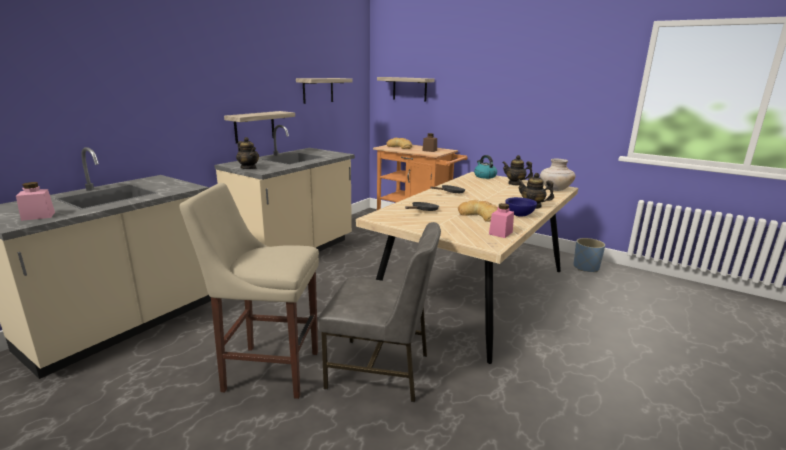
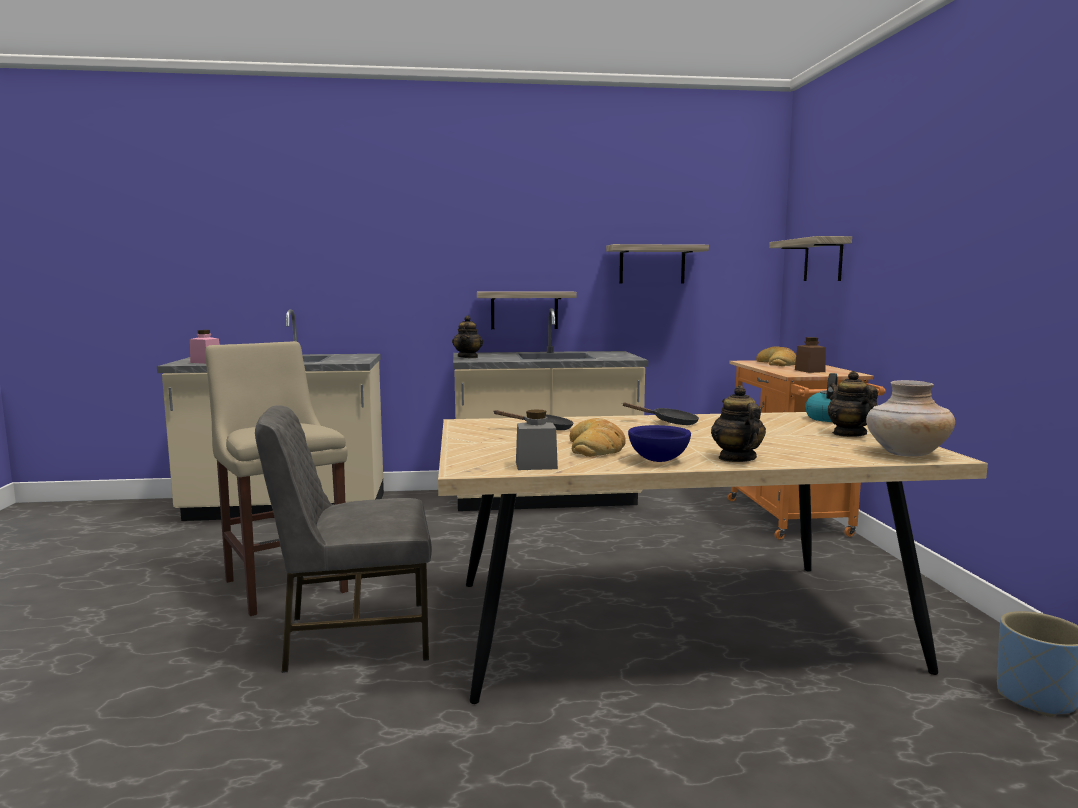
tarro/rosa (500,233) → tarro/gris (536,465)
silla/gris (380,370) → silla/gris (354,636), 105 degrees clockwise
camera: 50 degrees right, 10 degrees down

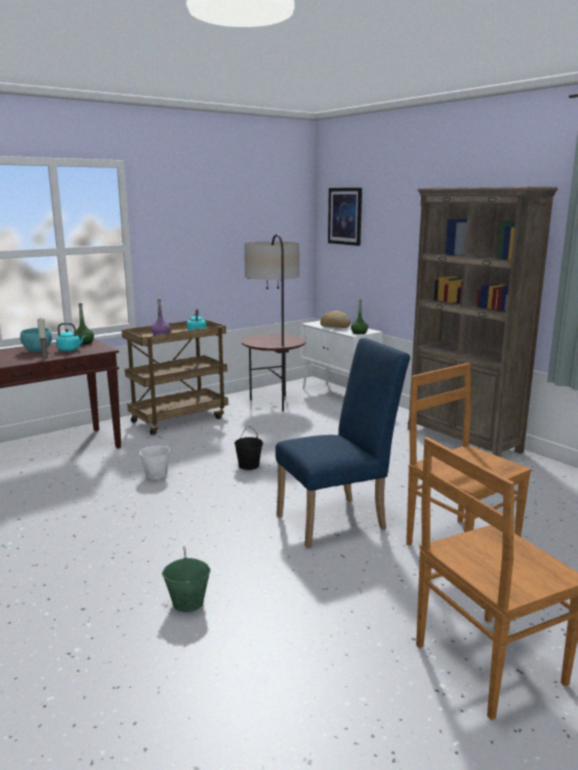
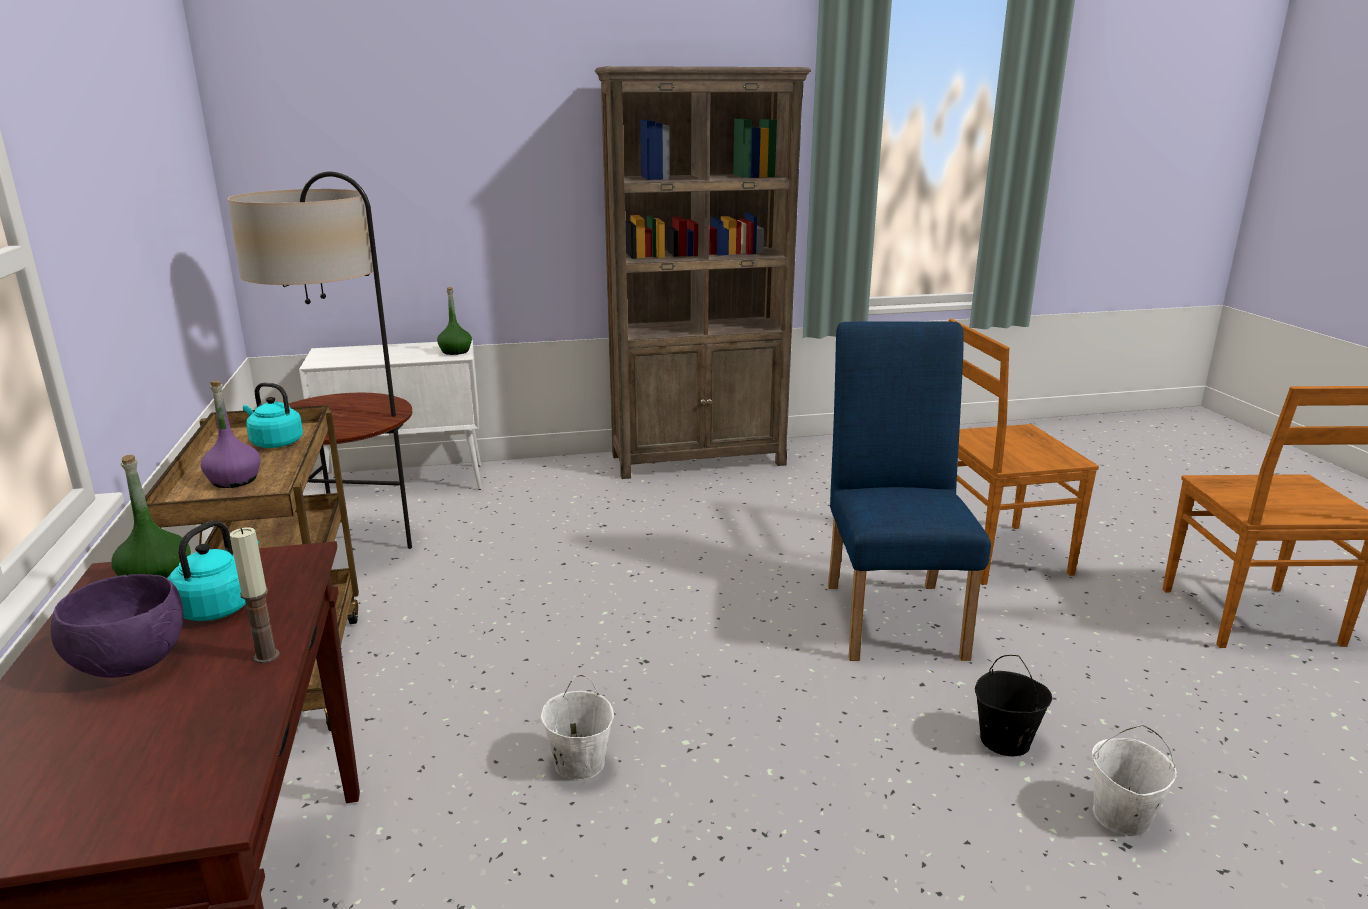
pan (335,327) → -
cuadro (345,216) → -
cubo/negro (248,465) → cubo/negro (1004,741), relocated
cuenco/turquesa (37,350) → cuenco/morado (129,664)
cubo/verde (187,603) → cubo/blanco (1121,817)
camera: 65 degrees left, 5 degrees up

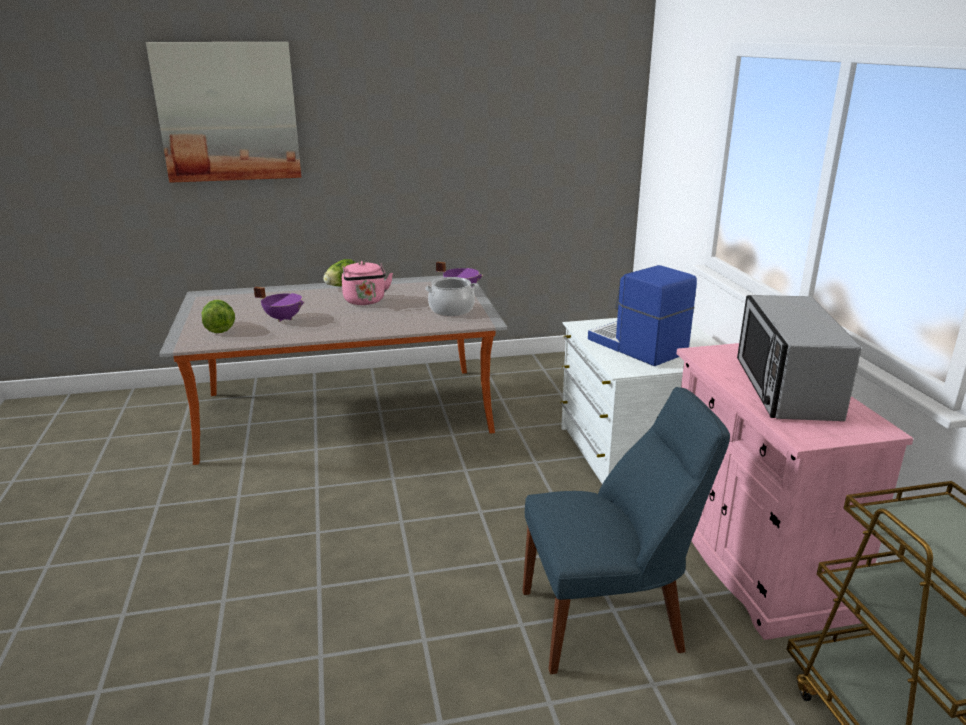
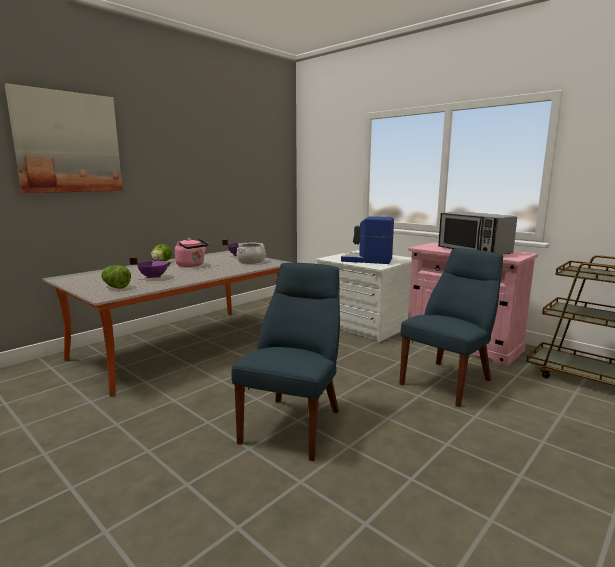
- → silla/azul (294,423)
camera: 35 degrees left, 10 degrees down

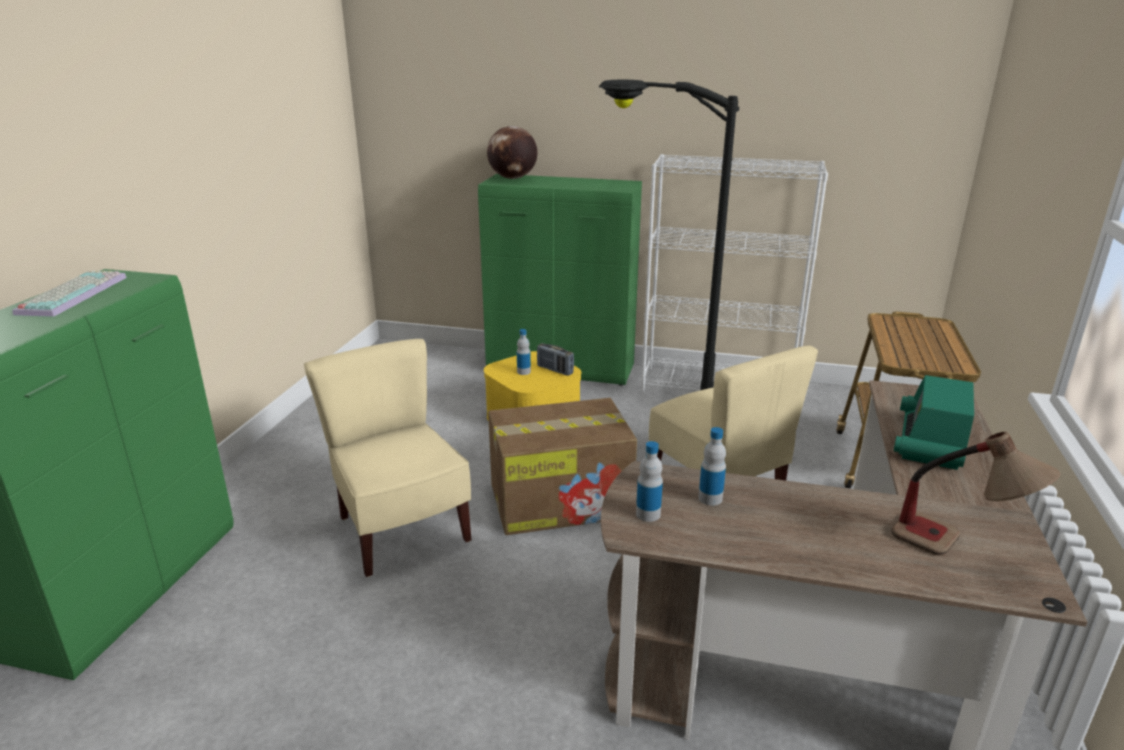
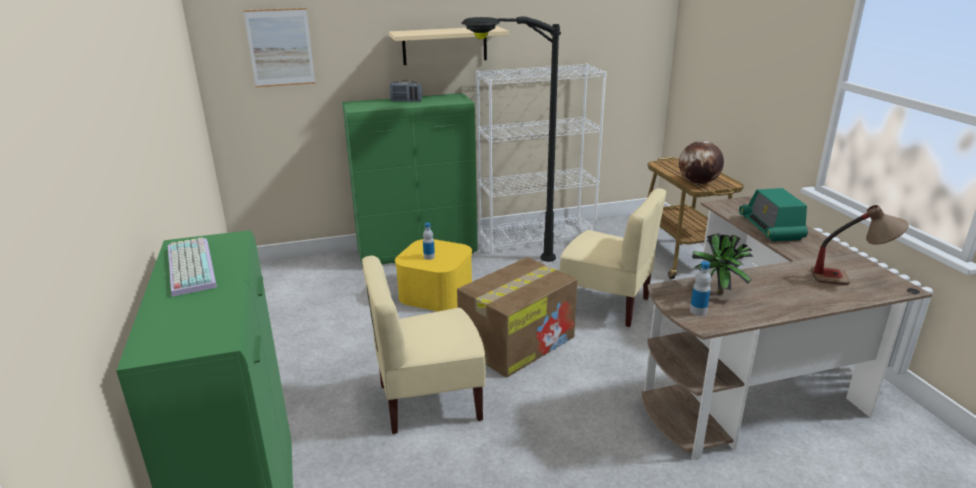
- → cuadro (280,47)
- → estante/beis (445,45)
globo terráqueo (512,178) → globo terráqueo (698,183), relocated
radio (555,370) → radio (406,101), relocated
botella (710,498) → planta en maceta (715,292)
silla/beis (401,530) → silla/beis (428,401), 45 degrees counterclockwise
camera: 30 degrees left, 0 degrees up

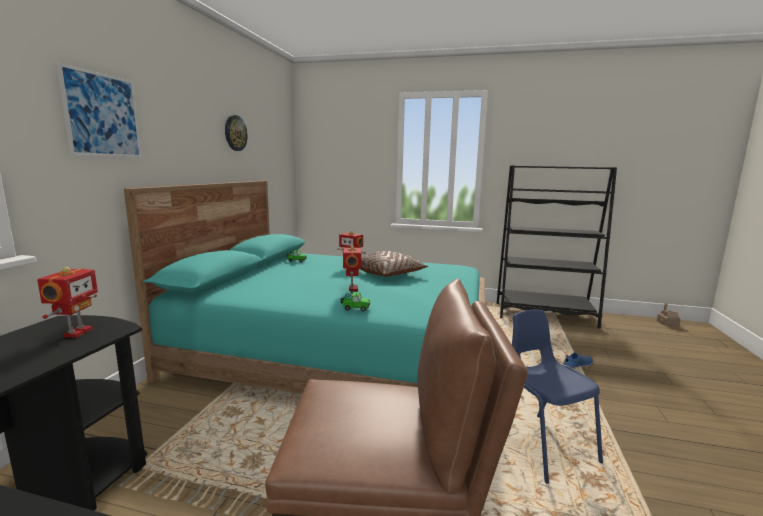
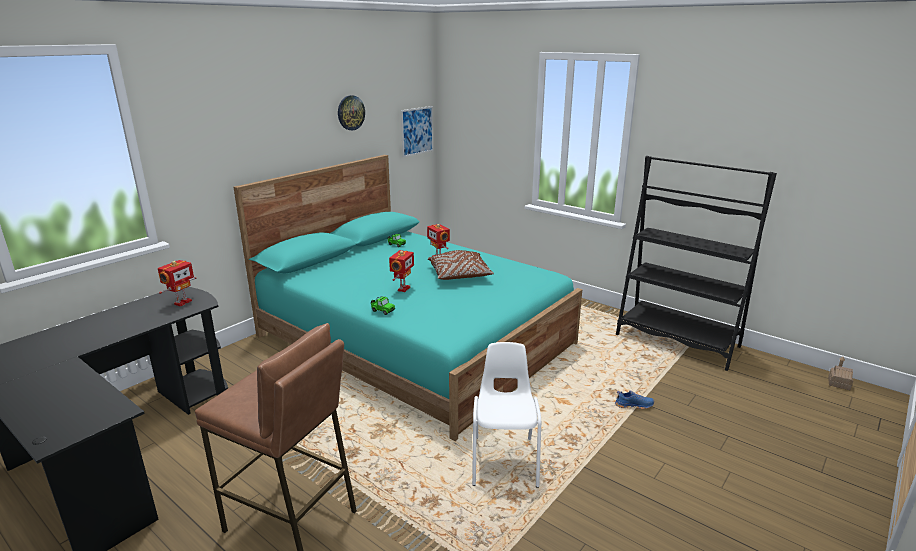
cuadro (103,115) → cuadro (417,131), relocated
silla/azul (542,444) → silla/blanco (504,460)
camera: 25 degrees right, 10 degrees up

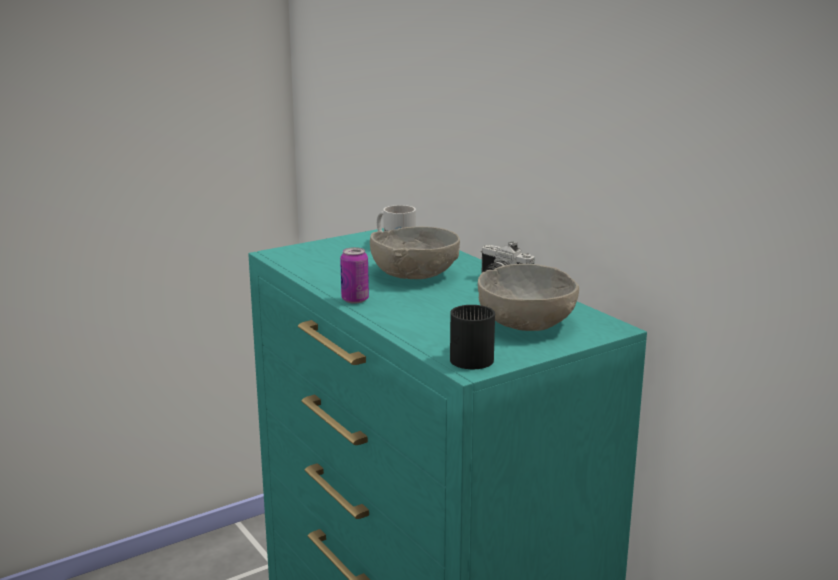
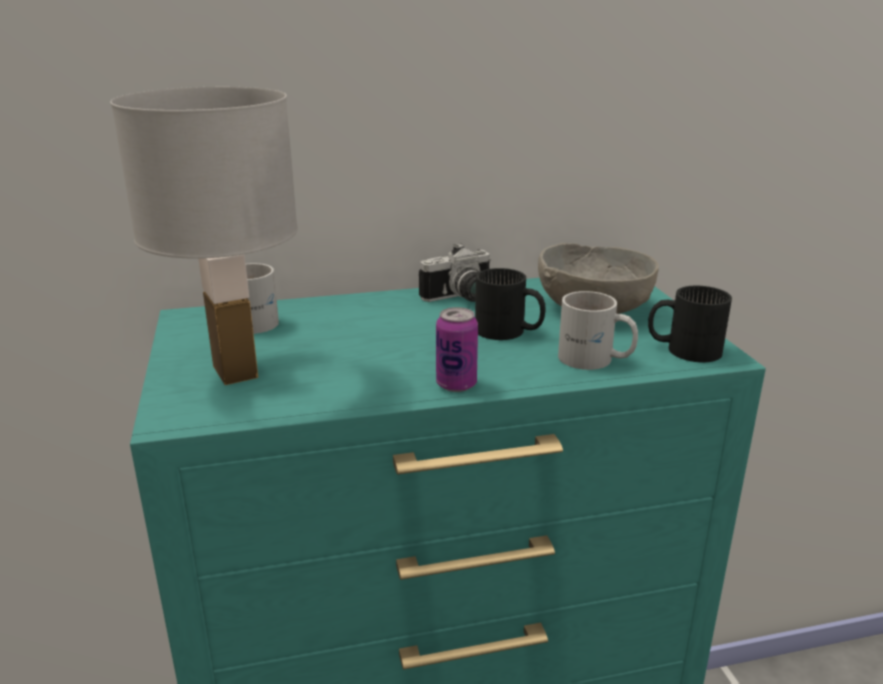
cuenco/gris (414,274) → -
- → lámpara de mesa/blanco (237,372)
- → taza grande/negro (508,332)
- → taza grande/blanco (594,360)
camera: 70 degrees left, 5 degrees up

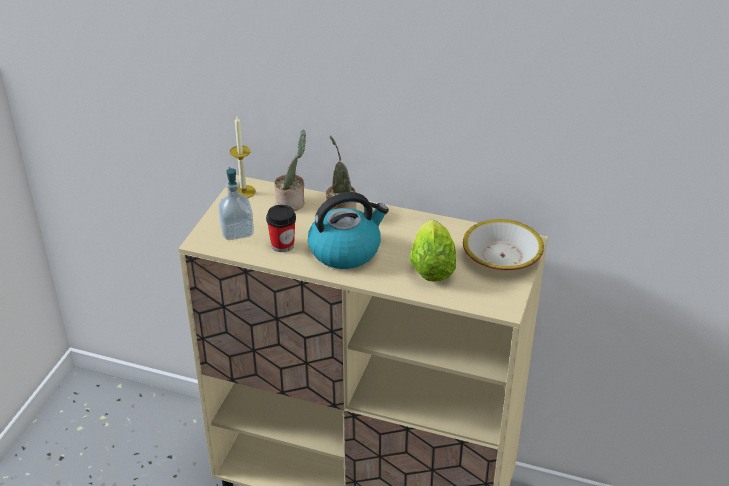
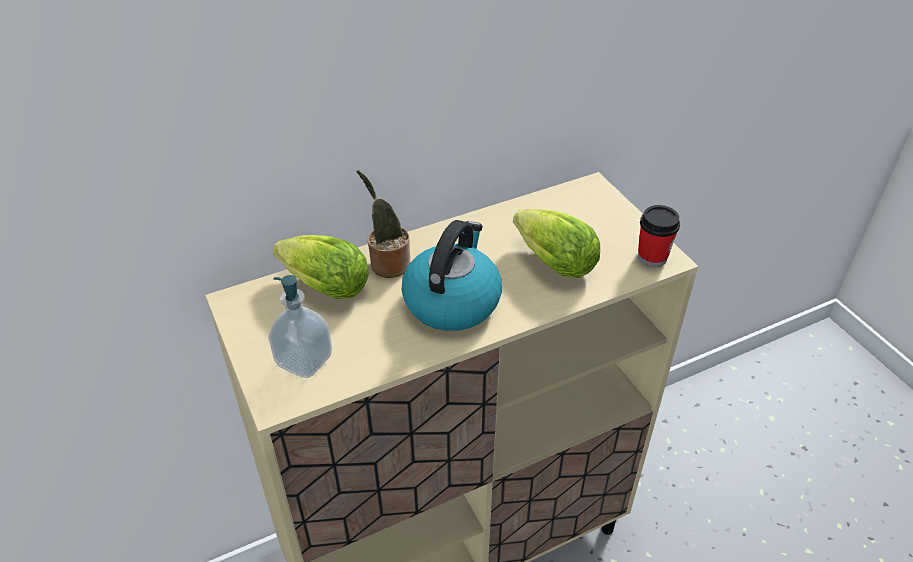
vela (243,192) → -
cuenco (502,256) → -
taza (282,245) → taza (652,257), relocated
planta en maceta (292,202) → lechuga (321,286)
camera: 45 degrees left, 5 degrees up

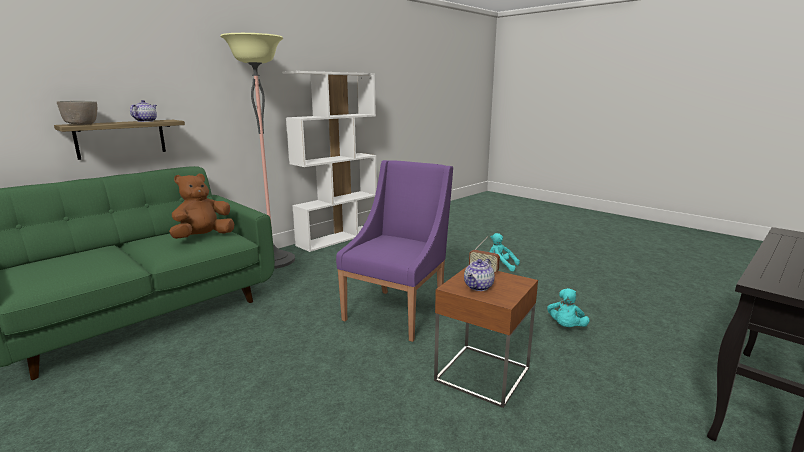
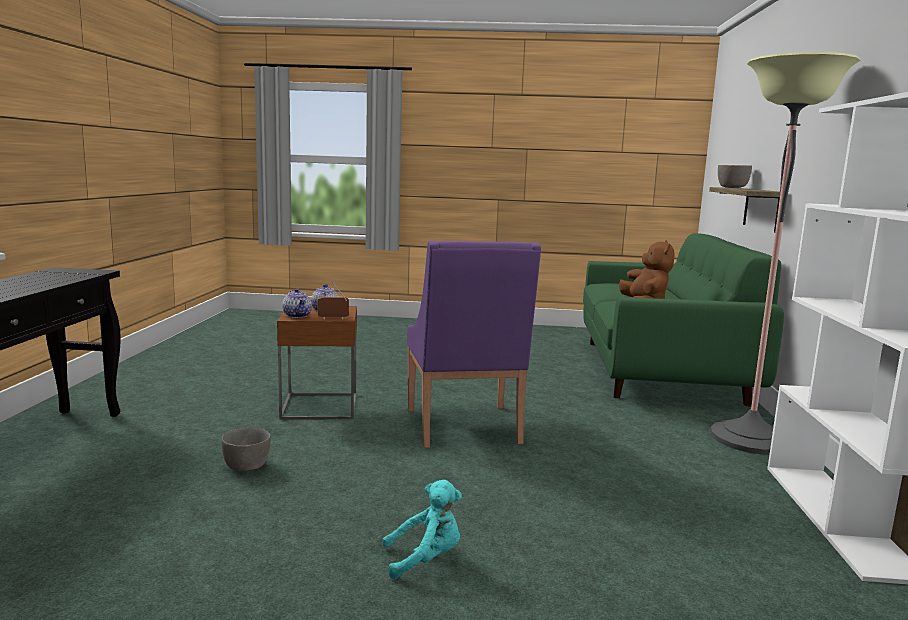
tetera (145,121) → tetera (297,316), relocated
peluche/turquesa (565,327) → cuenco/gris (247,466)
camera: 140 degrees right, 5 degrees down

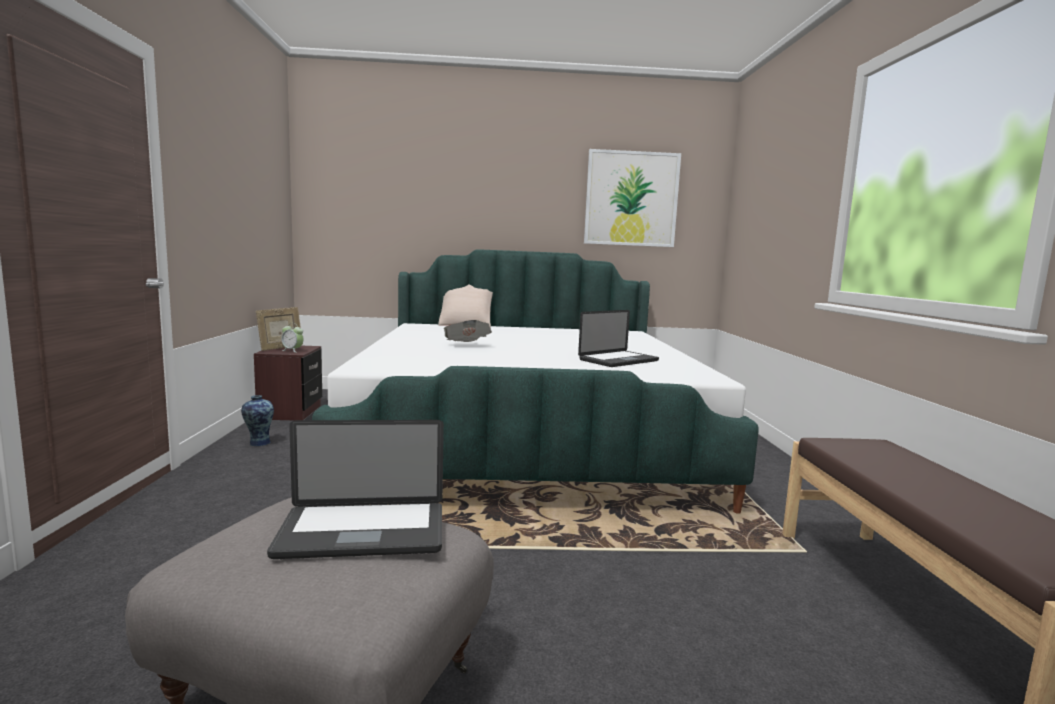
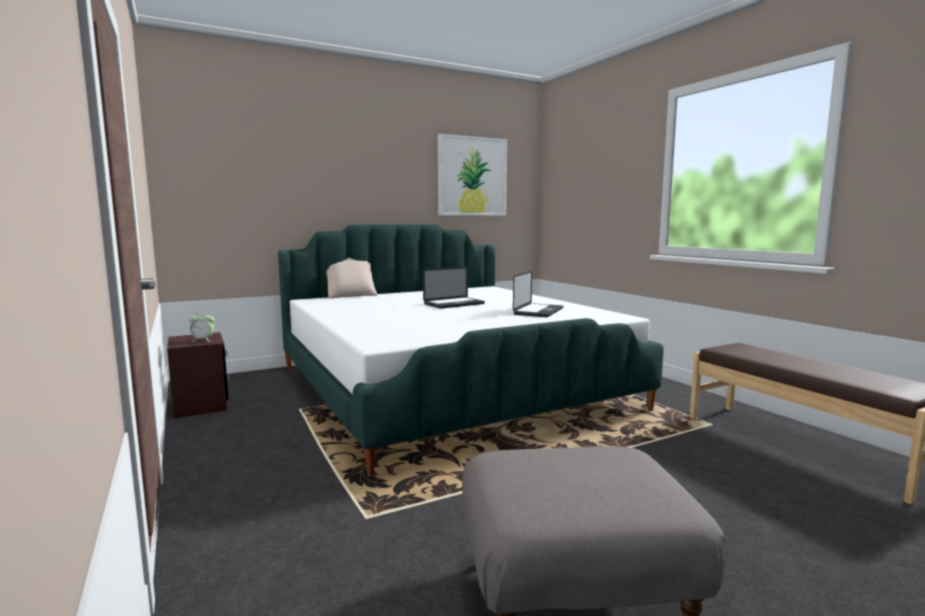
florero (259,443) → -
portarretratos (280,348) → -
periódico (467,345) → -
portátil (363,532) → portátil (454,304), relocated
camera: 25 degrees left, 0 degrees up

